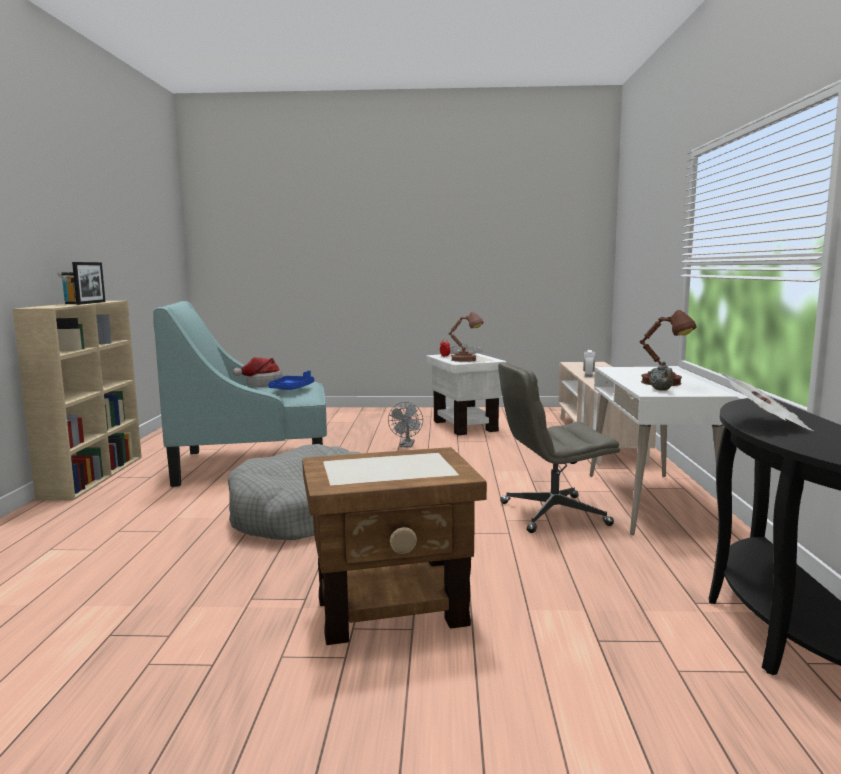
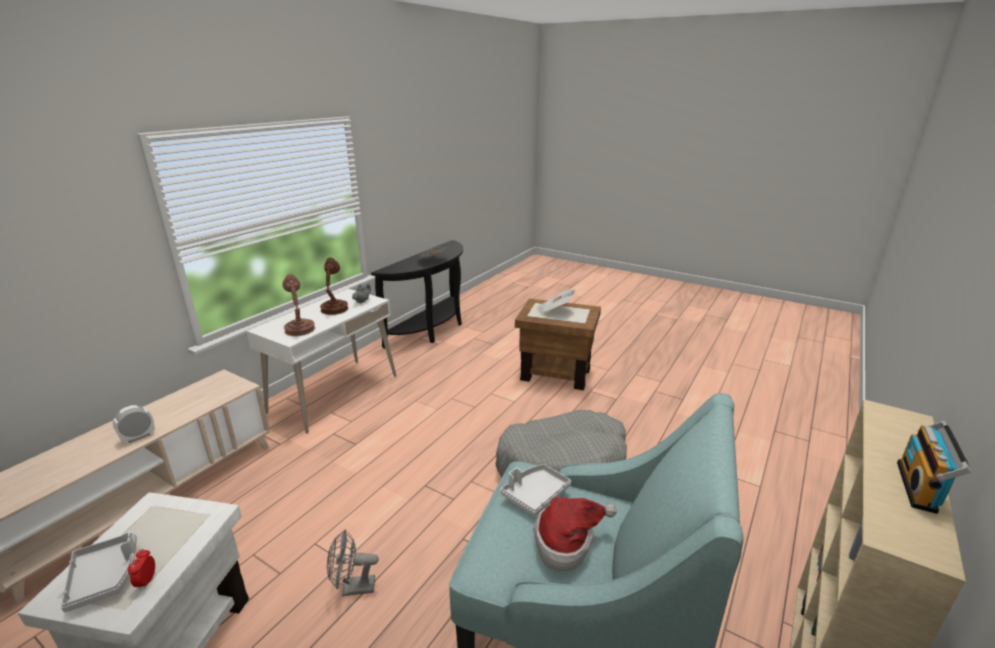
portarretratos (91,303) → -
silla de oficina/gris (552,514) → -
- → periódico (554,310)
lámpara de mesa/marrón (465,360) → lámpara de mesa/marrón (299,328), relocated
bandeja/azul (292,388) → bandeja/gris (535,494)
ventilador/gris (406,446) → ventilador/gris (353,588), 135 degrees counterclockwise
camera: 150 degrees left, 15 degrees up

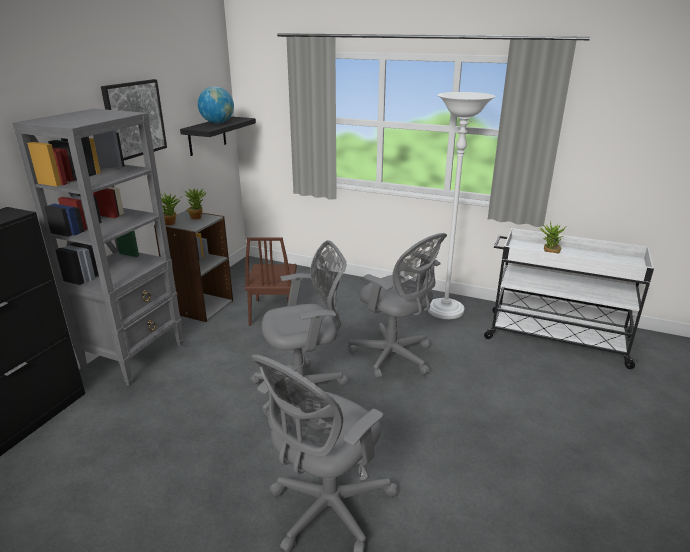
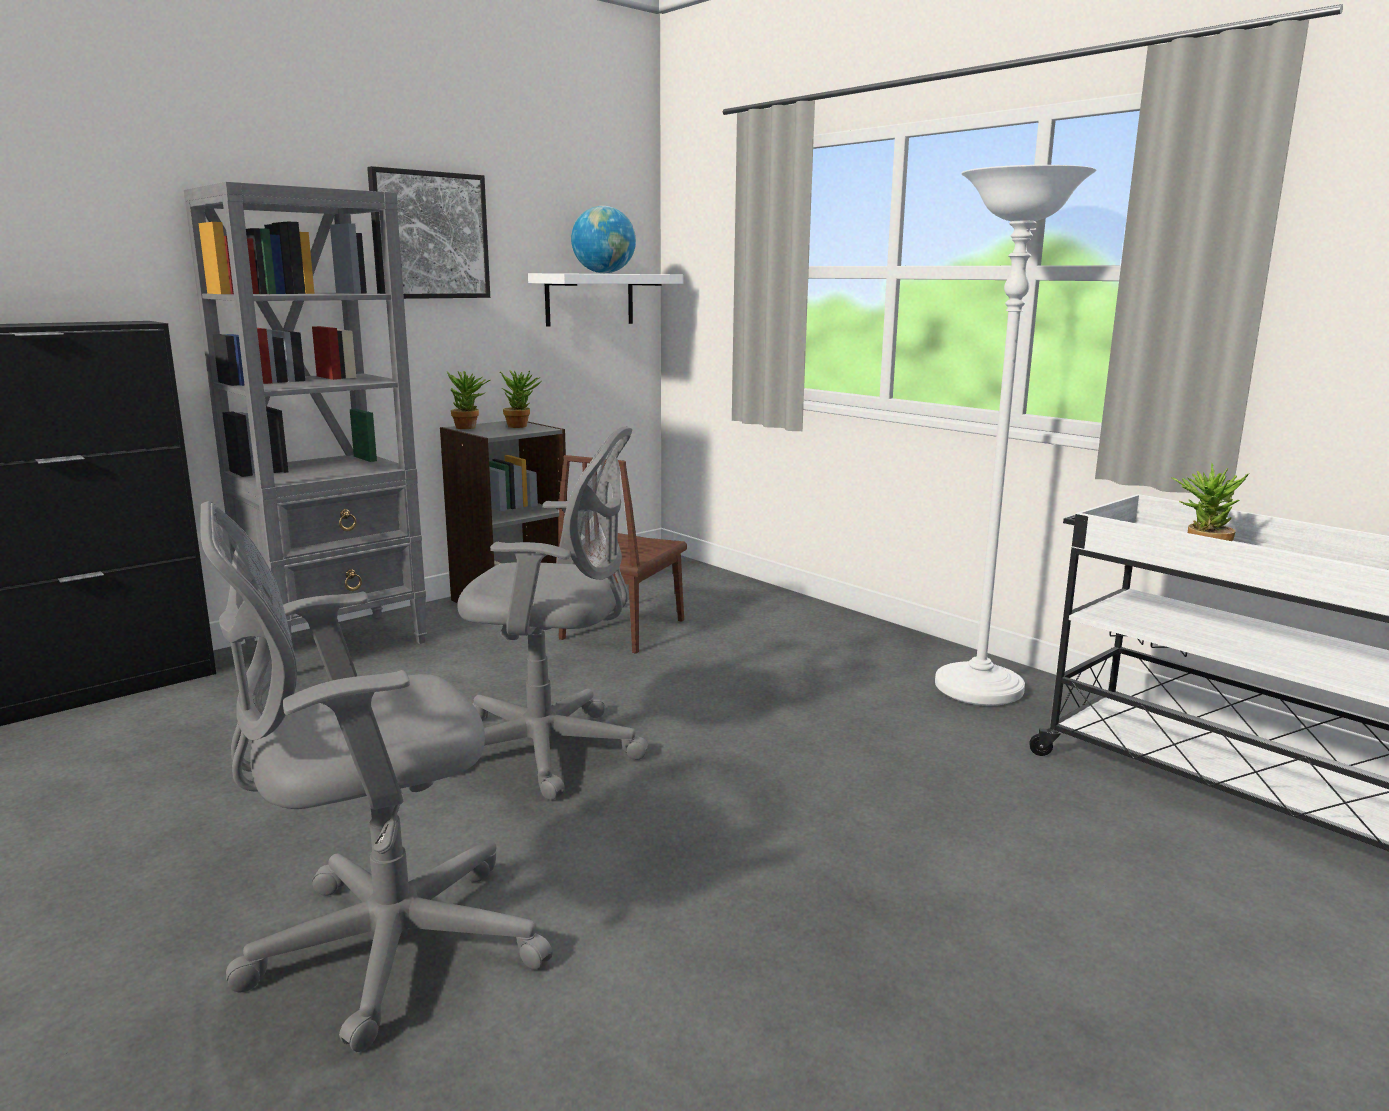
silla de oficina/gris (394,357) → -
estante/negro (207,136) → estante/blanco (589,299)
camera: 25 degrees right, 10 degrees down

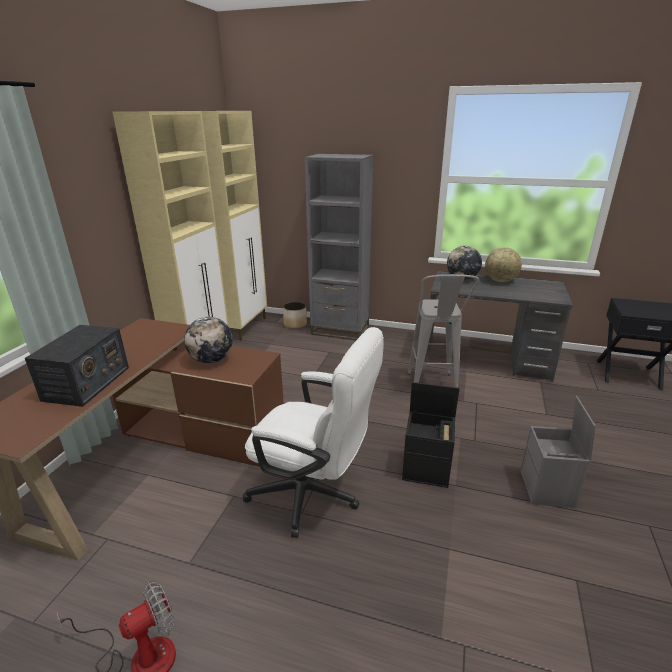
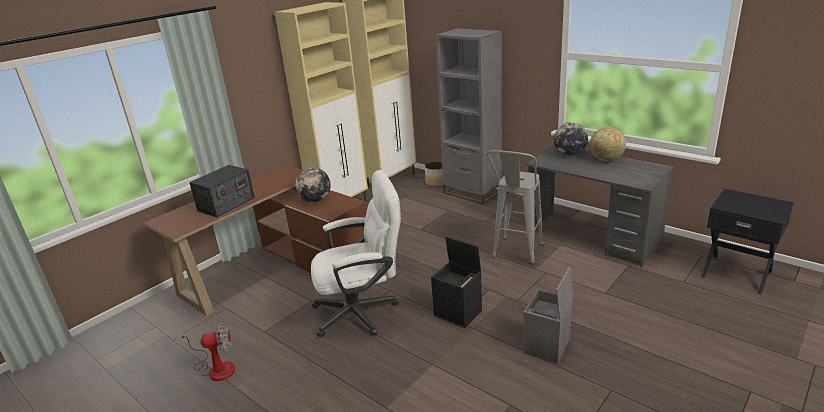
silla de oficina/blanco (313,495) → silla de oficina/blanco (363,311), 60 degrees counterclockwise
camera: 25 degrees right, 0 degrees up

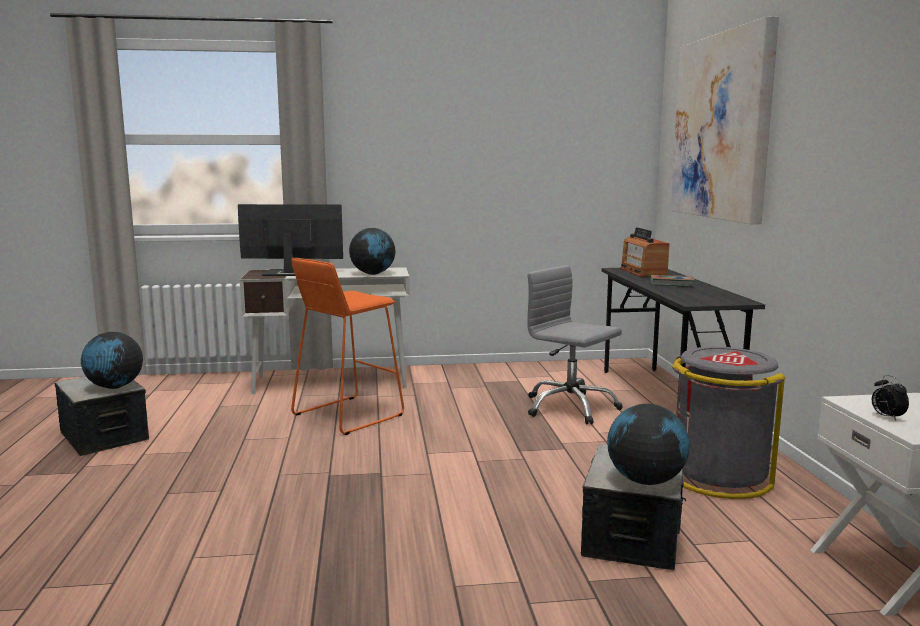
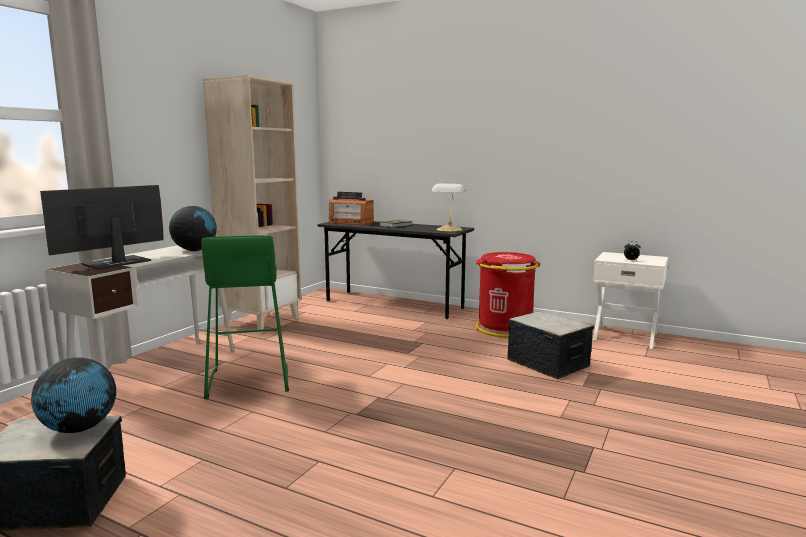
silla de oficina/gris (570,407) → -
globo terráqueo (645,481) → -
cuadro (722,127) → -
- → estantería/beis (262,322)
- → lámpara de mesa (449,230)
taburete/naranja (347,415) → taburete/verde (248,381)
papelera/gris (717,477) → papelera/rojo (504,328)
camera: 55 degrees left, 0 degrees up

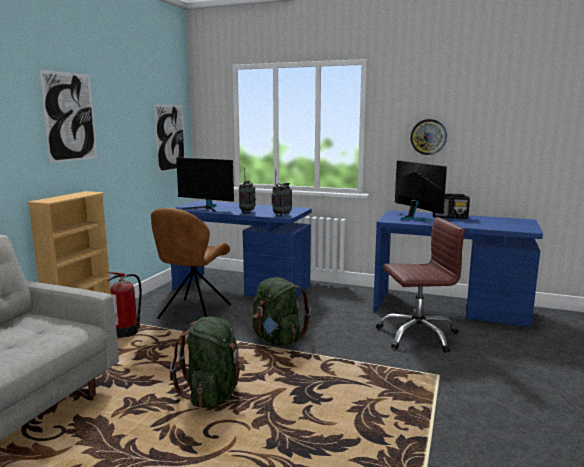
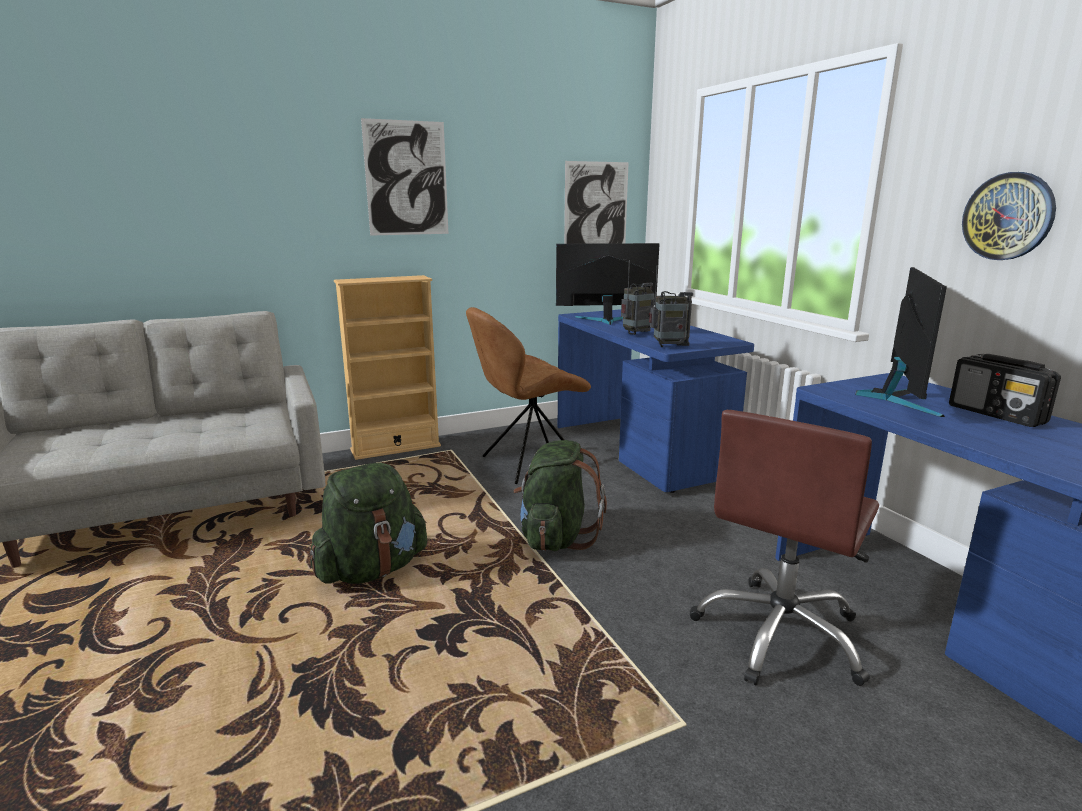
extintor (127,332) → -
monitor (207,208) → monitor (605,320), 105 degrees clockwise
silla de oficina/marrón (417,335) → silla de oficina/marrón (780,635), 90 degrees clockwise
camera: 45 degrees right, 5 degrees up

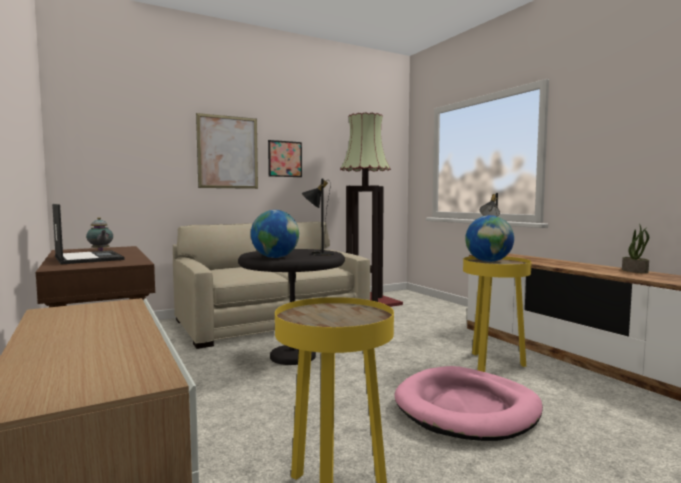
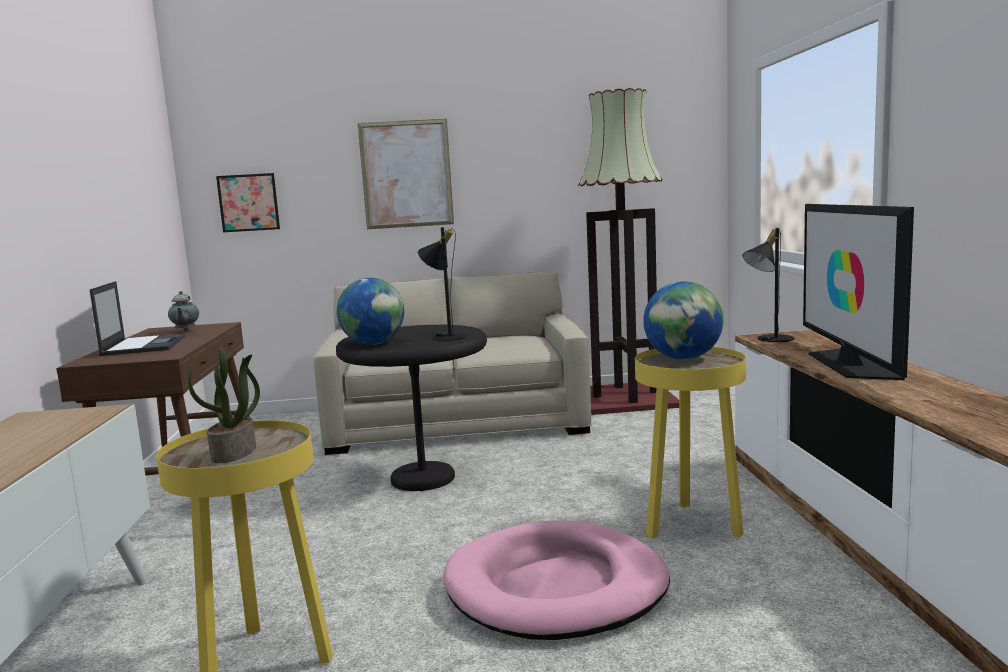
- → televisor (849,364)
cuadro (285,159) → cuadro (248,202), relocated
planta en maceta (635,271) → planta en maceta (234,453), relocated
camera: 25 degrees right, 5 degrees up

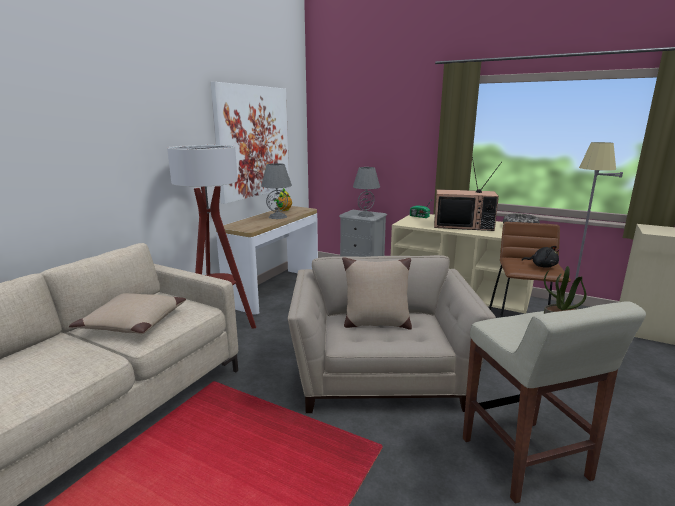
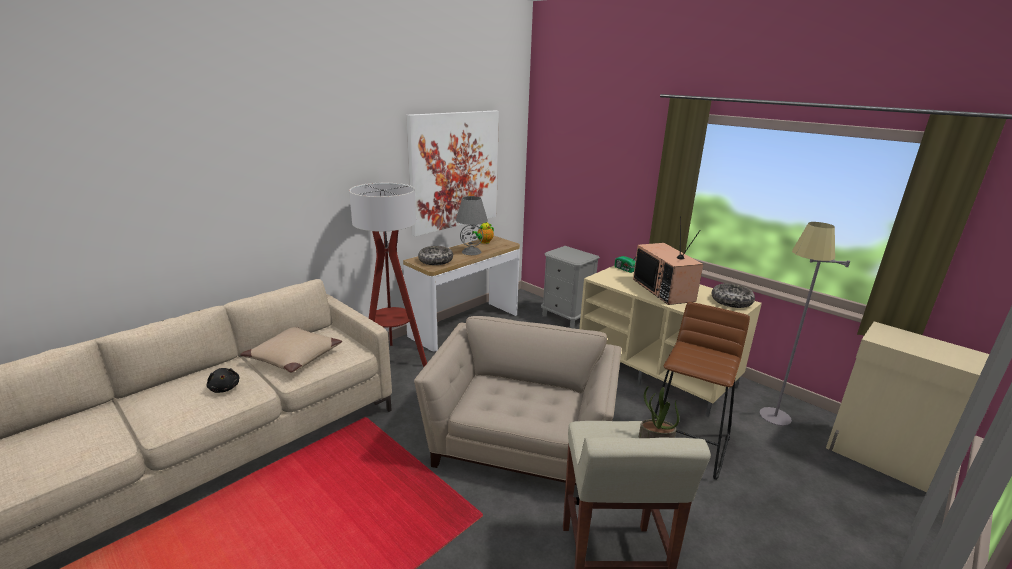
cojín/beis (376,323) → -
lámpara de mesa/gris (365,215) → -
- → cuenco (435,260)
peluche/negro (542,266) → peluche/negro (225,388), relocated
televisor (463,225) → televisor (665,290), 45 degrees clockwise
camera: 15 degrees right, 5 degrees up

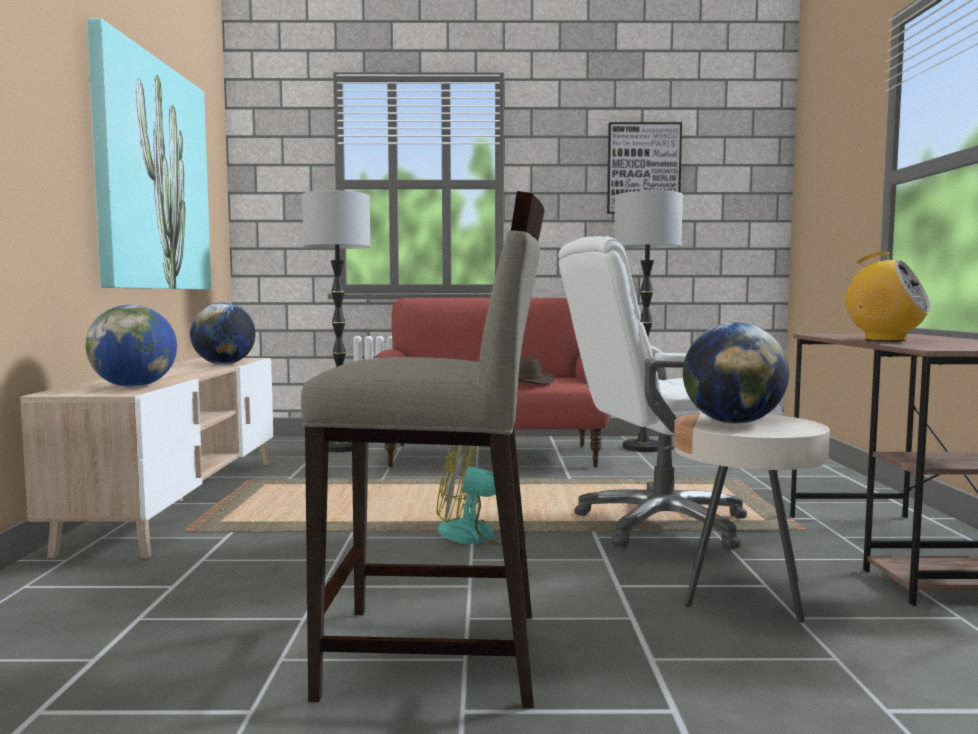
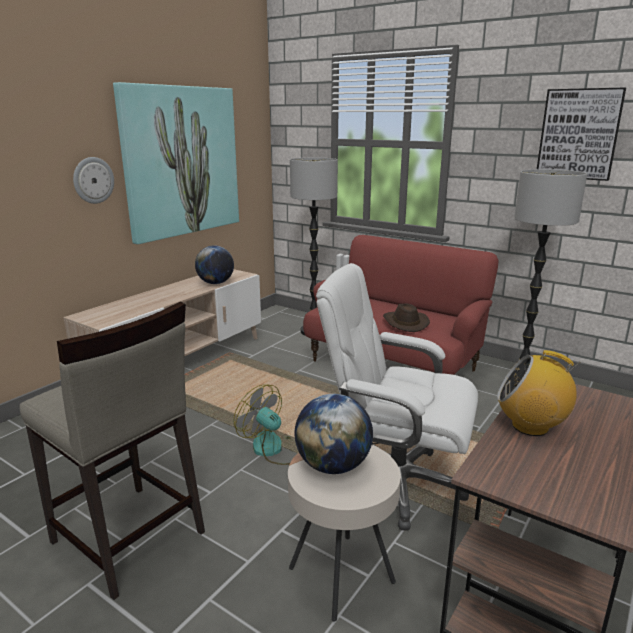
globo terráqueo (134,387) → -
- → reloj de pared (93,180)
radio (884,340) → radio (530,426), 120 degrees clockwise
camera: 35 degrees right, 15 degrees up

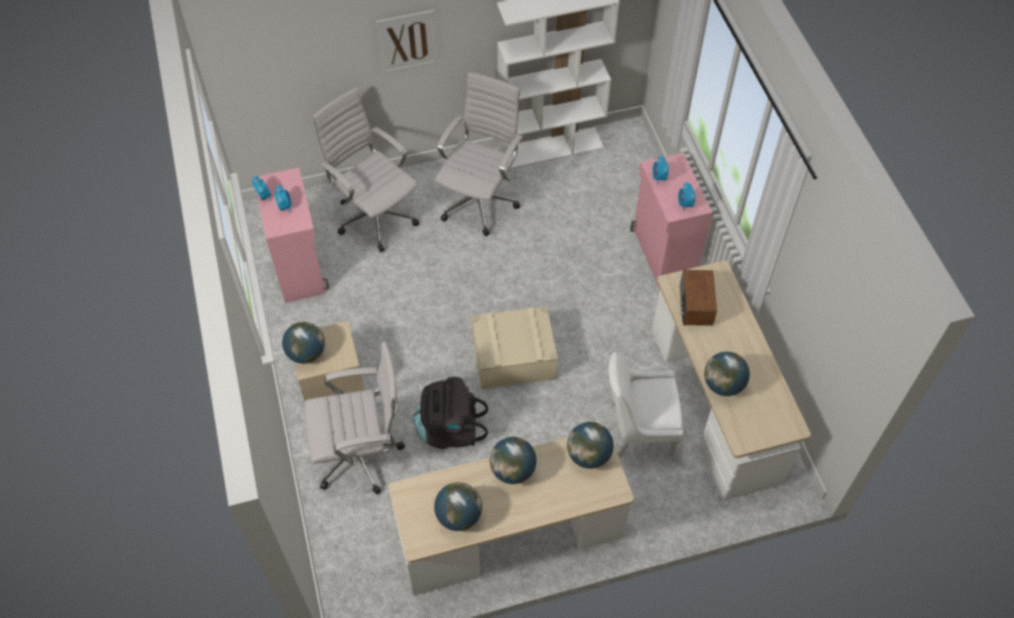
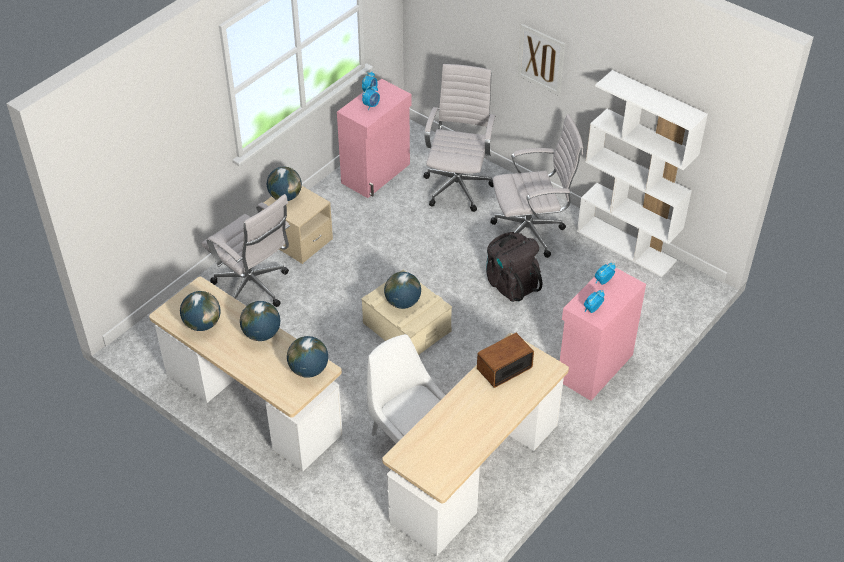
mochila/negro (449,429) → mochila/negro (510,283), relocated
globo terráqueo (723,384) → globo terráqueo (403,302), relocated
camera: 55 degrees right, 10 degrees down

